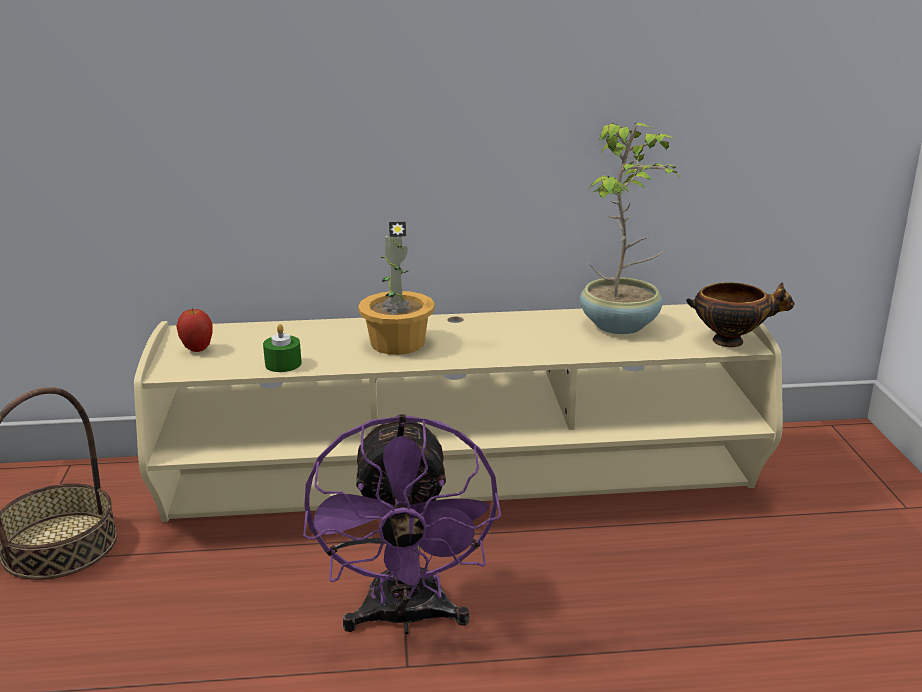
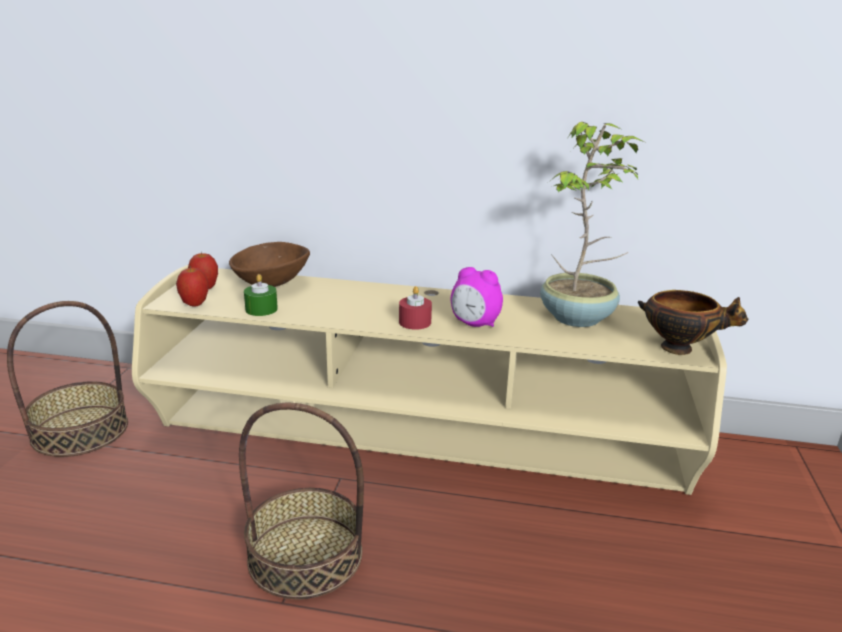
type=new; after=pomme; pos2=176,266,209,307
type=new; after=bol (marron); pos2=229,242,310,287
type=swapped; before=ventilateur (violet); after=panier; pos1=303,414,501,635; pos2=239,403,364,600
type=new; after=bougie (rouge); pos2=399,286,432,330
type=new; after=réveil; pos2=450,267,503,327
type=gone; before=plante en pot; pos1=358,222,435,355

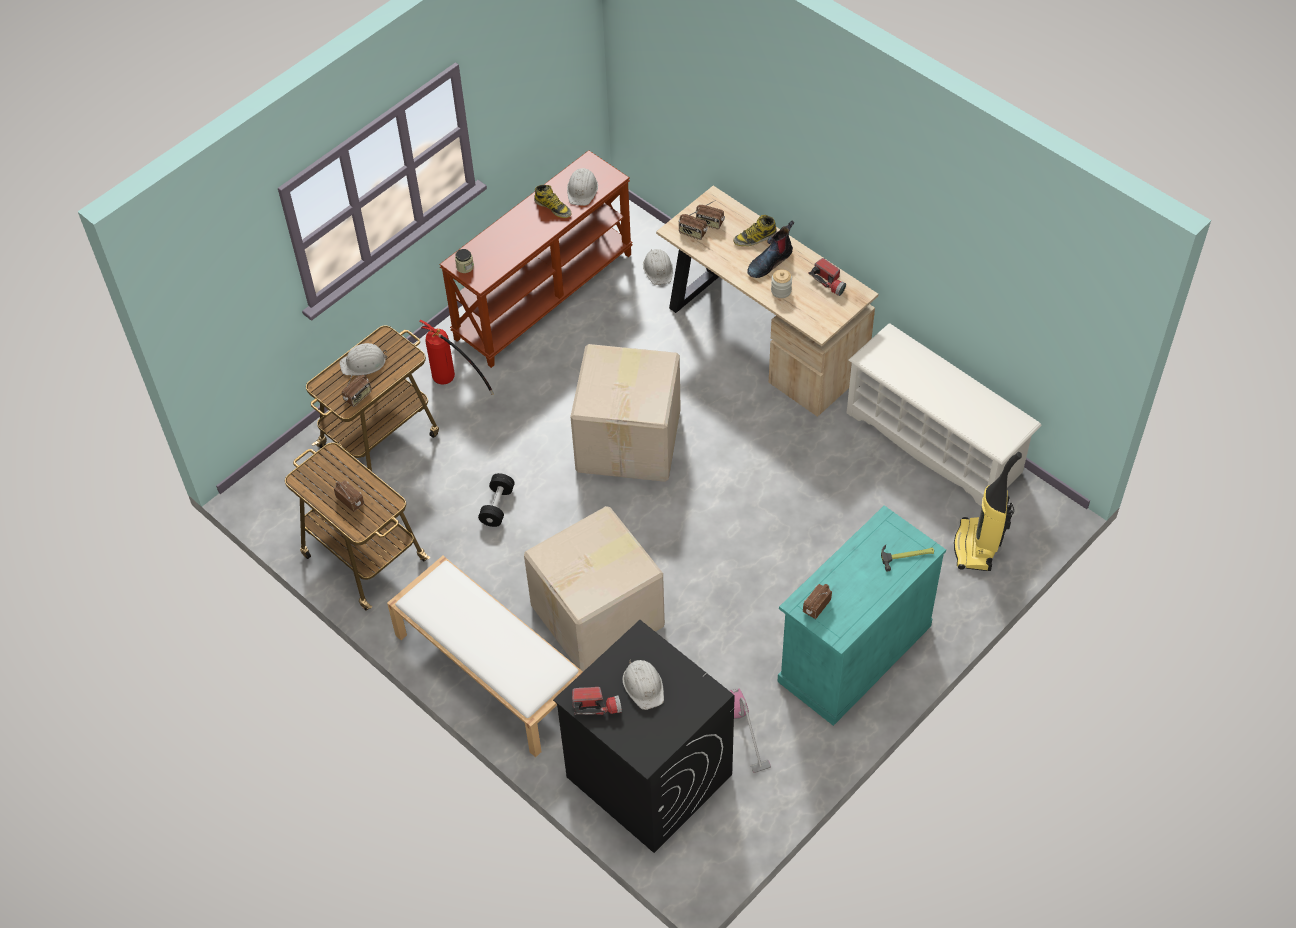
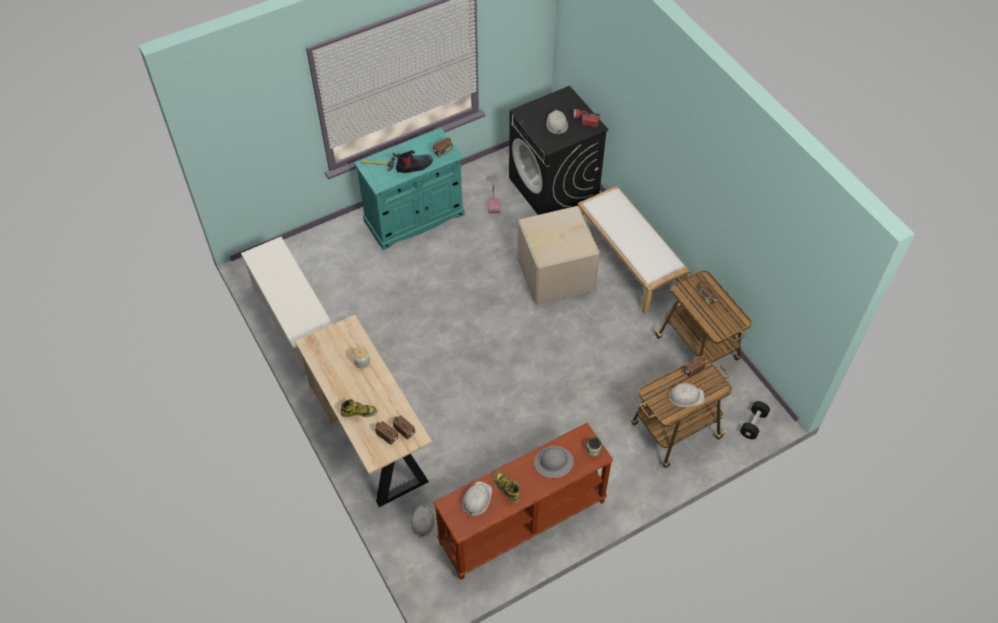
type=shifted; before=botte; pos1=747,220,794,278; pos2=393,150,433,173
type=new; after=casque de chantier (gris); pos2=534,446,574,478
type=shifted; before=haltère (noir); pos1=478,473,515,527; pos2=740,401,770,439
type=gone; before=extincteur; pos1=419,320,494,395
type=gone; before=carton; pos1=570,344,681,482
type=gone; before=lampe de poche; pos1=809,258,846,296
type=gone; before=aspirateur; pos1=954,452,1022,571

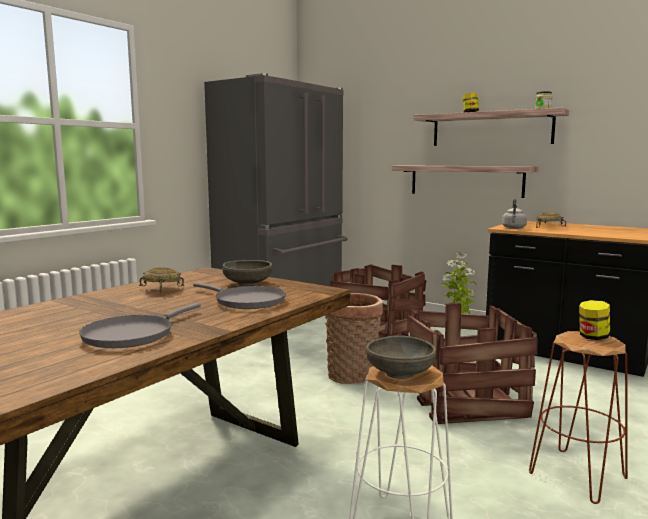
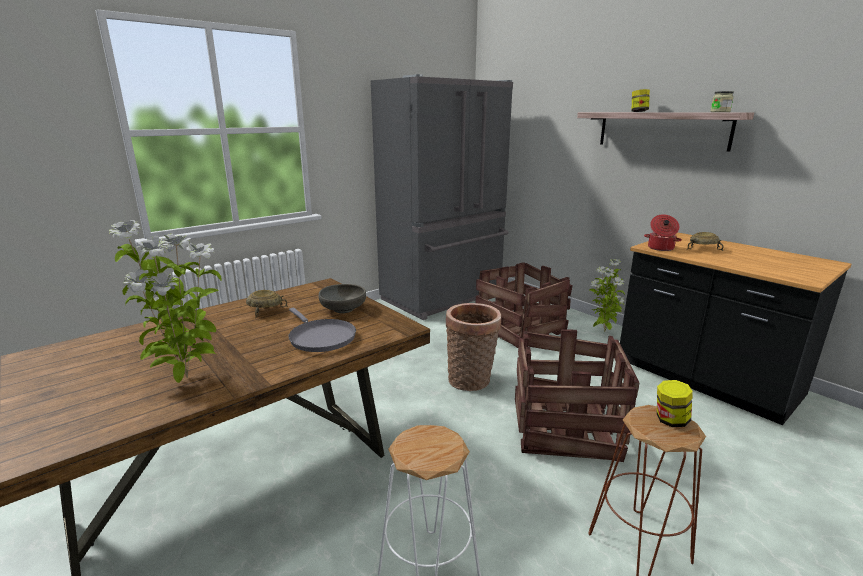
type=swapped; before=poêle (gris); after=plante en pot; pos1=79,303,201,348; pos2=109,220,222,383
type=swapped; before=bouilloire (gris); after=marmite; pos1=502,199,527,229; pos2=644,214,682,251
type=gone; before=bol (gris); pos1=366,336,436,379
type=gone; before=étagère; pos1=392,165,539,198

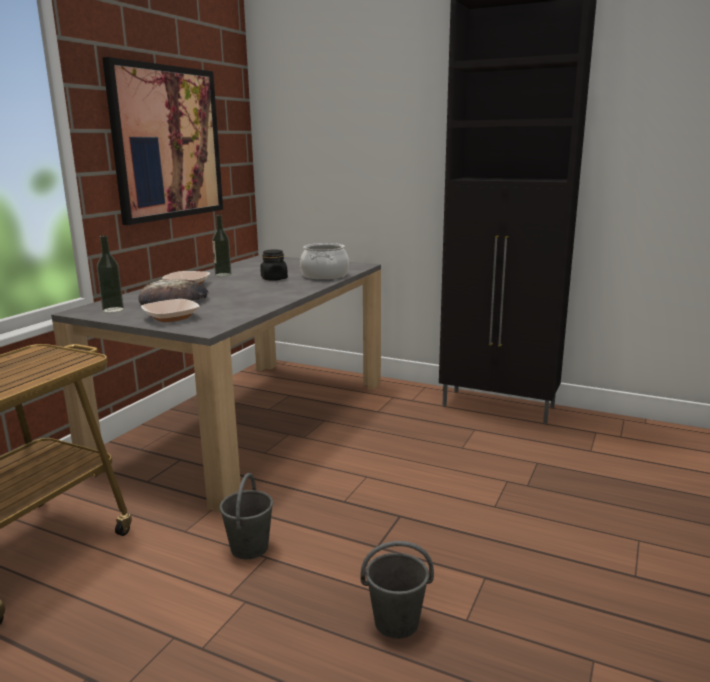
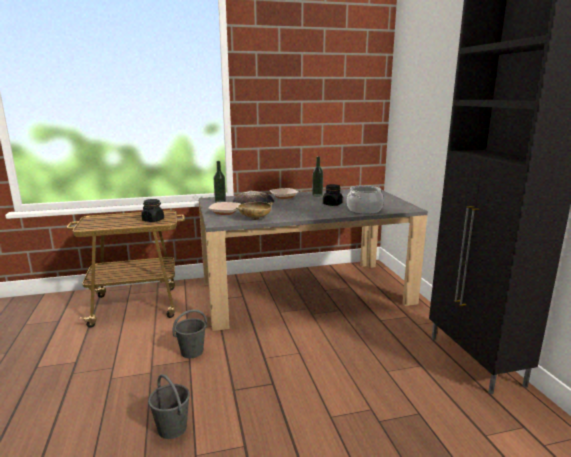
type=new; after=bocal (noir); pos2=141,199,164,222
type=new; after=bol (beige); pos2=236,202,273,220
type=gone; before=tableau; pos1=102,57,223,225

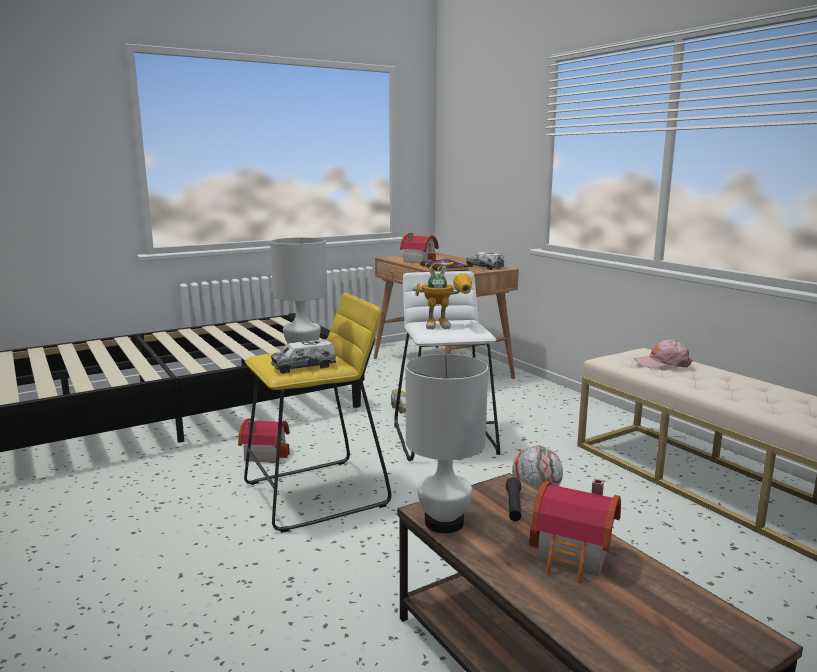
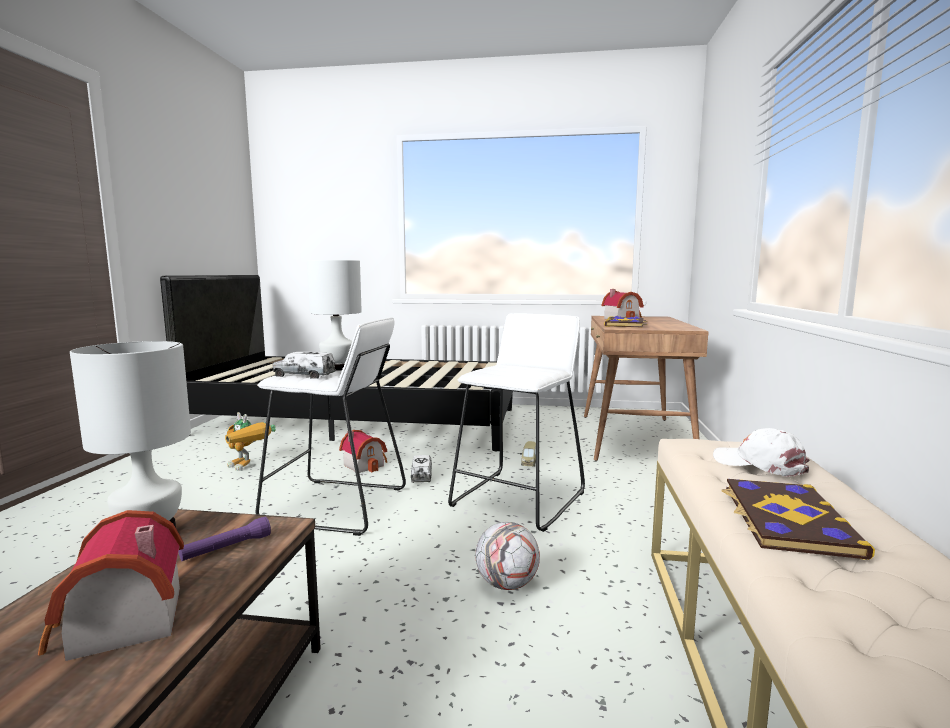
type=repainted; before=lampe de poche (noir); after=lampe de poche (violet); pos1=506,477,521,521; pos2=179,517,271,561
type=shifted; before=robot jouet; pos1=413,267,472,329; pos2=225,412,276,471
type=repainted; before=tabouret (jaune); after=tabouret (blanc); pos1=244,293,391,533; pos2=255,317,406,536
type=shifted; before=camion jouet; pos1=466,252,504,270; pos2=411,455,432,483
type=repainted; before=casquette (rose); after=casquette (blanc); pos1=634,340,693,368; pos2=713,428,809,477
type=new; after=livre; pos2=721,479,875,560

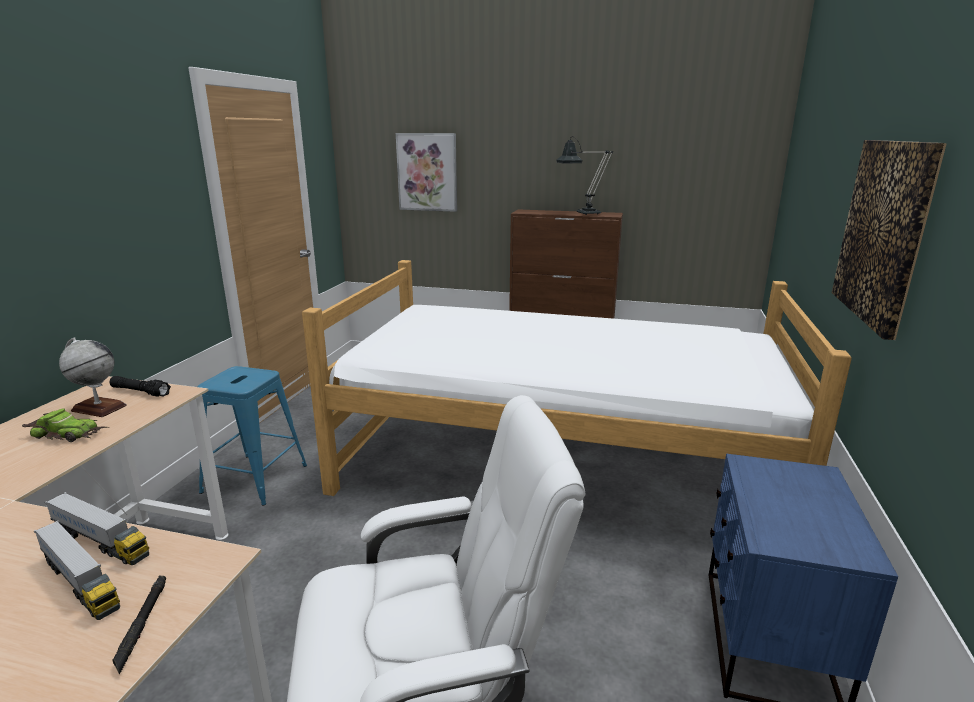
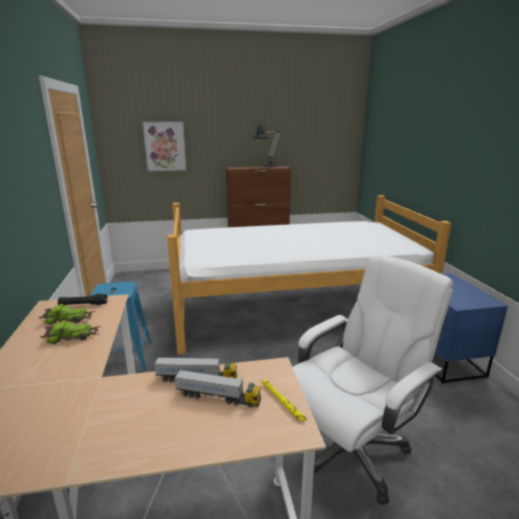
type=swapped; before=globe; after=petite voiture; pos1=59,337,127,417; pos2=39,304,96,325
type=repainted; before=lampe de poche (noir); after=lampe de poche (jaune); pos1=112,575,166,675; pos2=261,379,307,421
type=gone; before=tableau; pos1=832,140,947,340

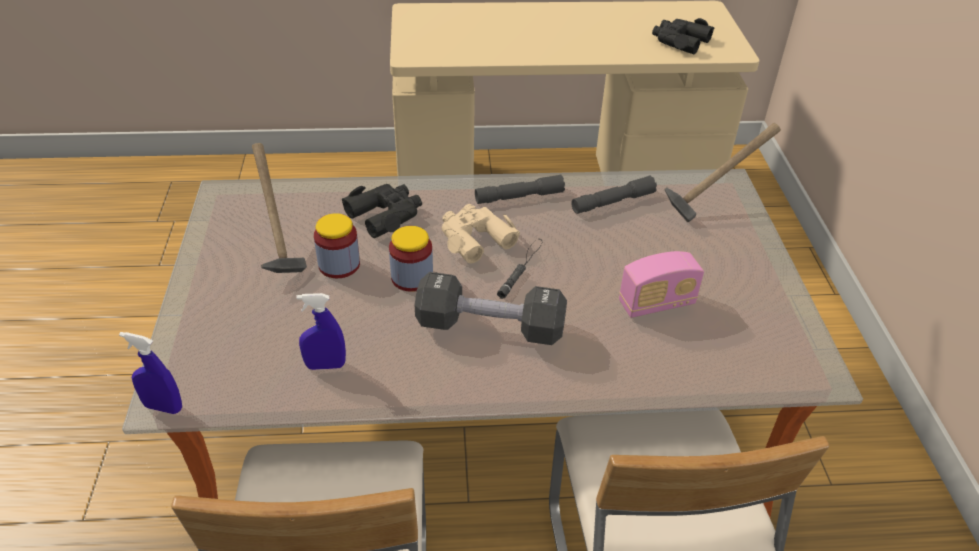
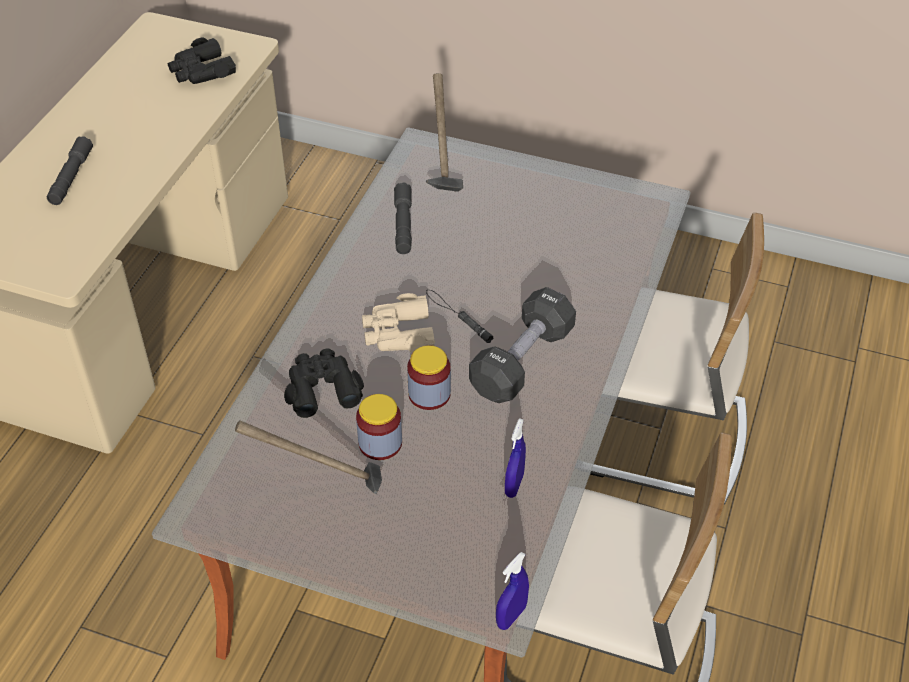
type=shifted; before=lampe de poche (gris); pos1=475,175,565,204; pos2=47,136,93,205
type=gone; before=radio; pos1=619,251,704,318

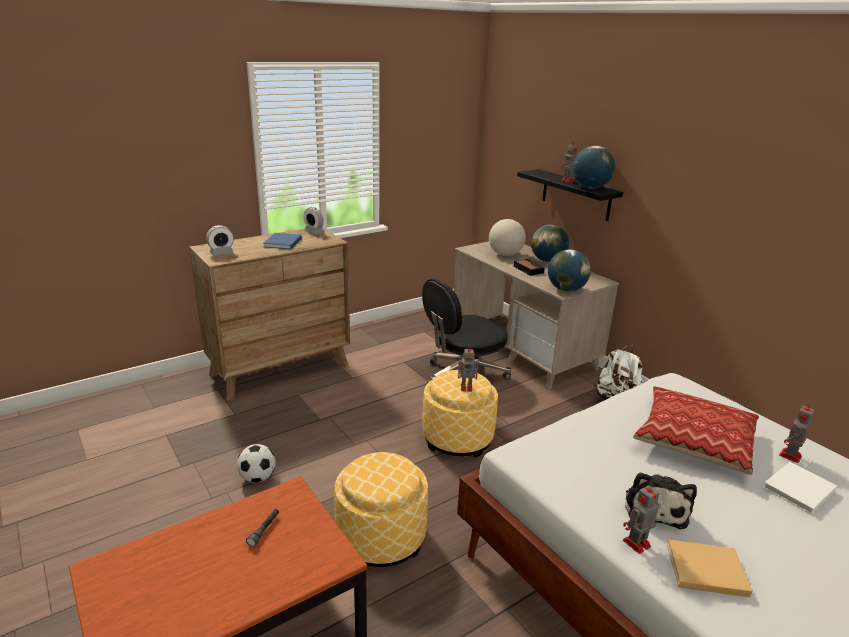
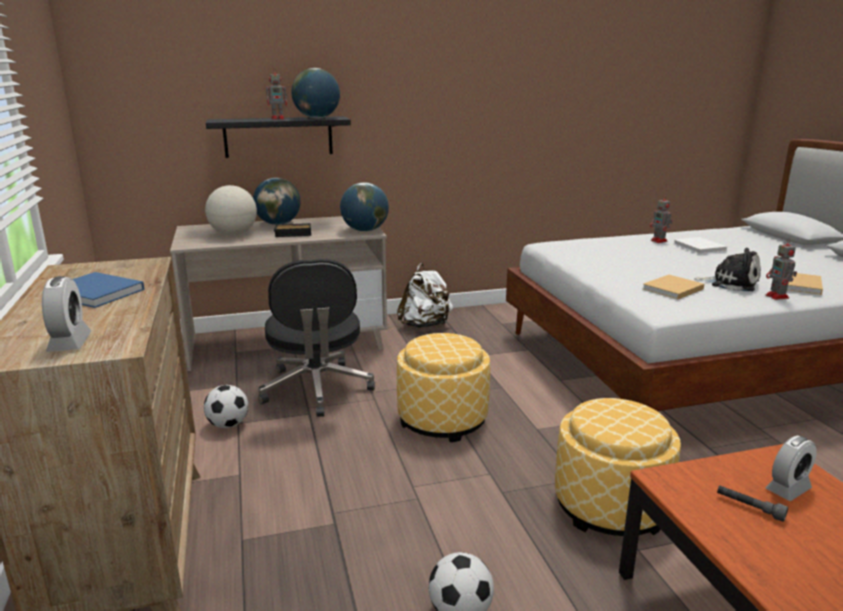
type=new; after=ballon de foot; pos2=204,385,248,428
type=new; after=livre (beige); pos2=643,275,704,299
type=shifted; before=réveil; pos1=303,207,324,234; pos2=765,436,817,501
type=gone; before=robot jouet; pos1=458,345,479,392
type=gone; before=coussin; pos1=633,386,759,475

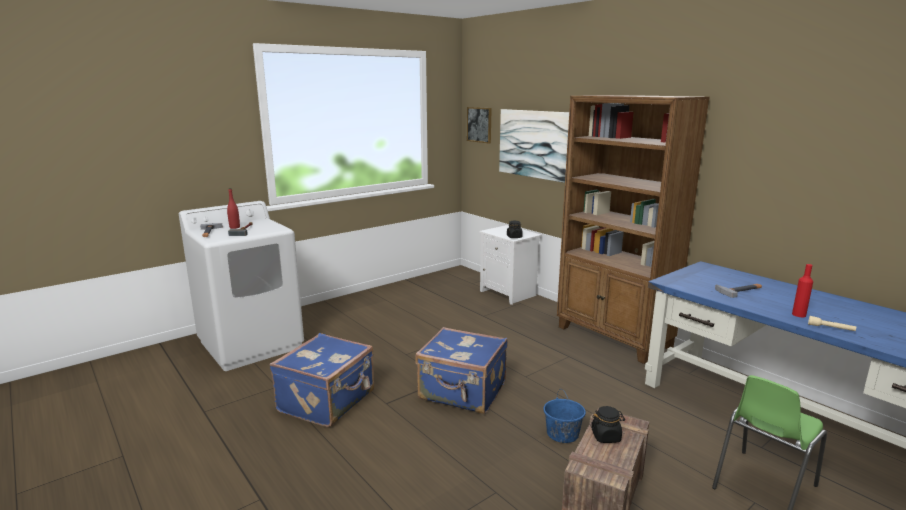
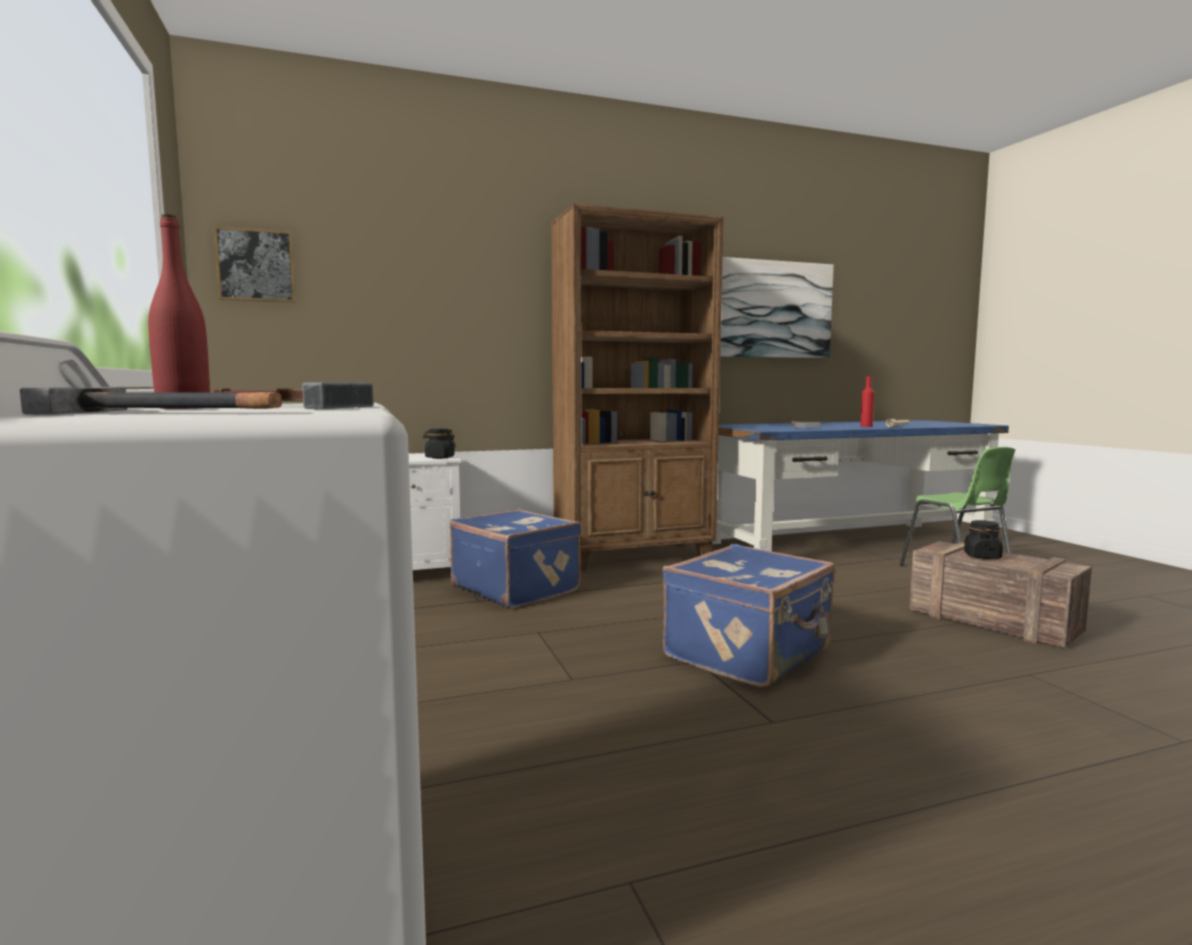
type=shifted; before=valise (bleu); pos1=270,333,374,427; pos2=450,509,582,608
type=shifted; before=tableau; pos1=499,109,569,183; pos2=720,257,834,358
type=gone; before=seau (bleu); pos1=543,389,586,443

